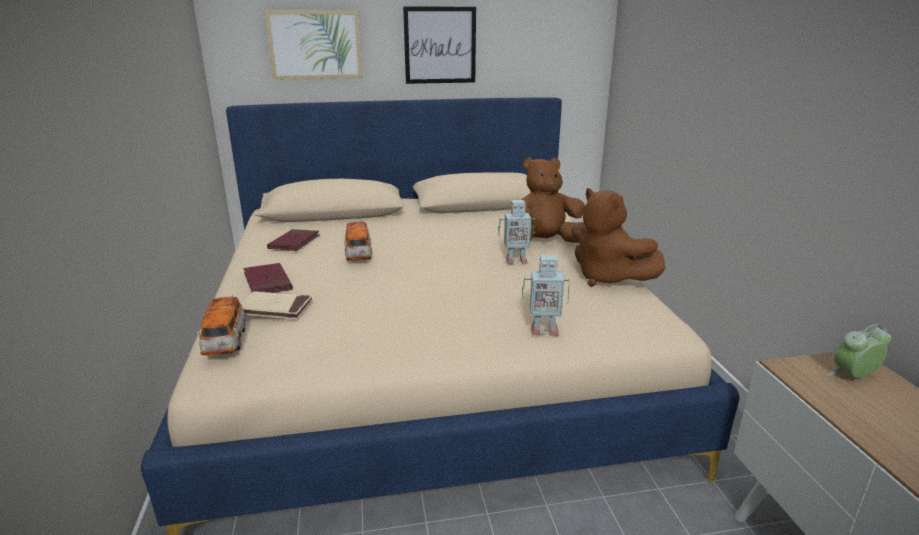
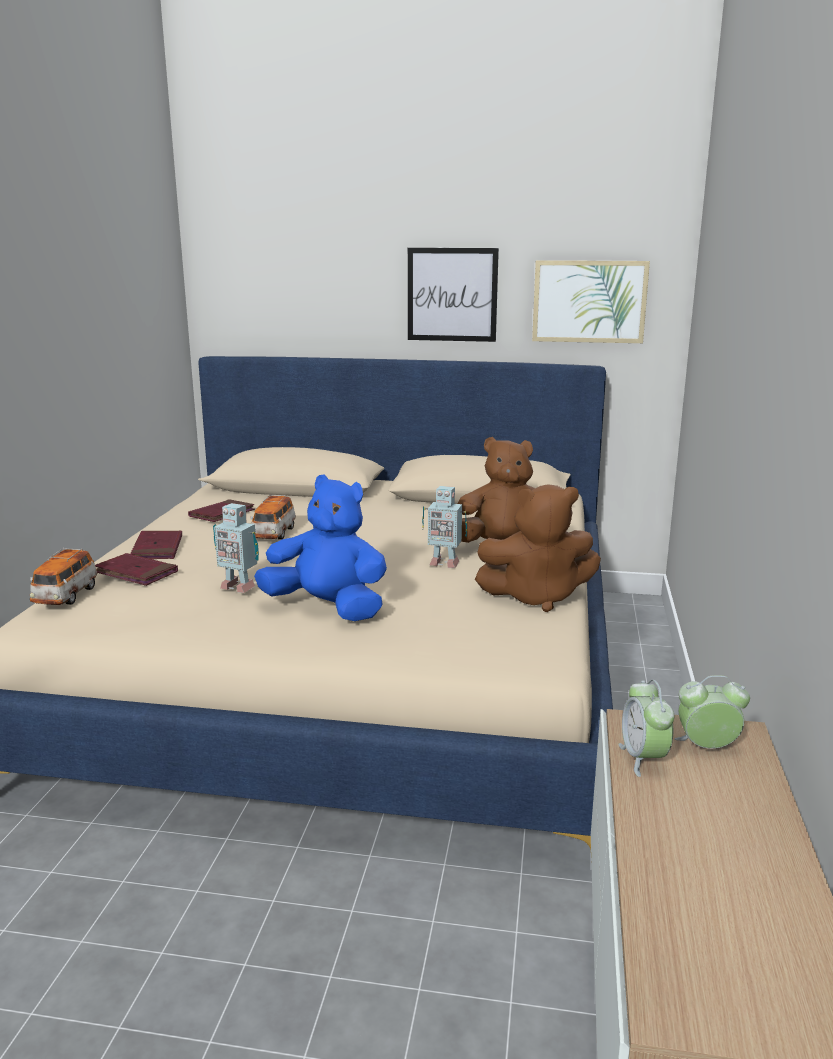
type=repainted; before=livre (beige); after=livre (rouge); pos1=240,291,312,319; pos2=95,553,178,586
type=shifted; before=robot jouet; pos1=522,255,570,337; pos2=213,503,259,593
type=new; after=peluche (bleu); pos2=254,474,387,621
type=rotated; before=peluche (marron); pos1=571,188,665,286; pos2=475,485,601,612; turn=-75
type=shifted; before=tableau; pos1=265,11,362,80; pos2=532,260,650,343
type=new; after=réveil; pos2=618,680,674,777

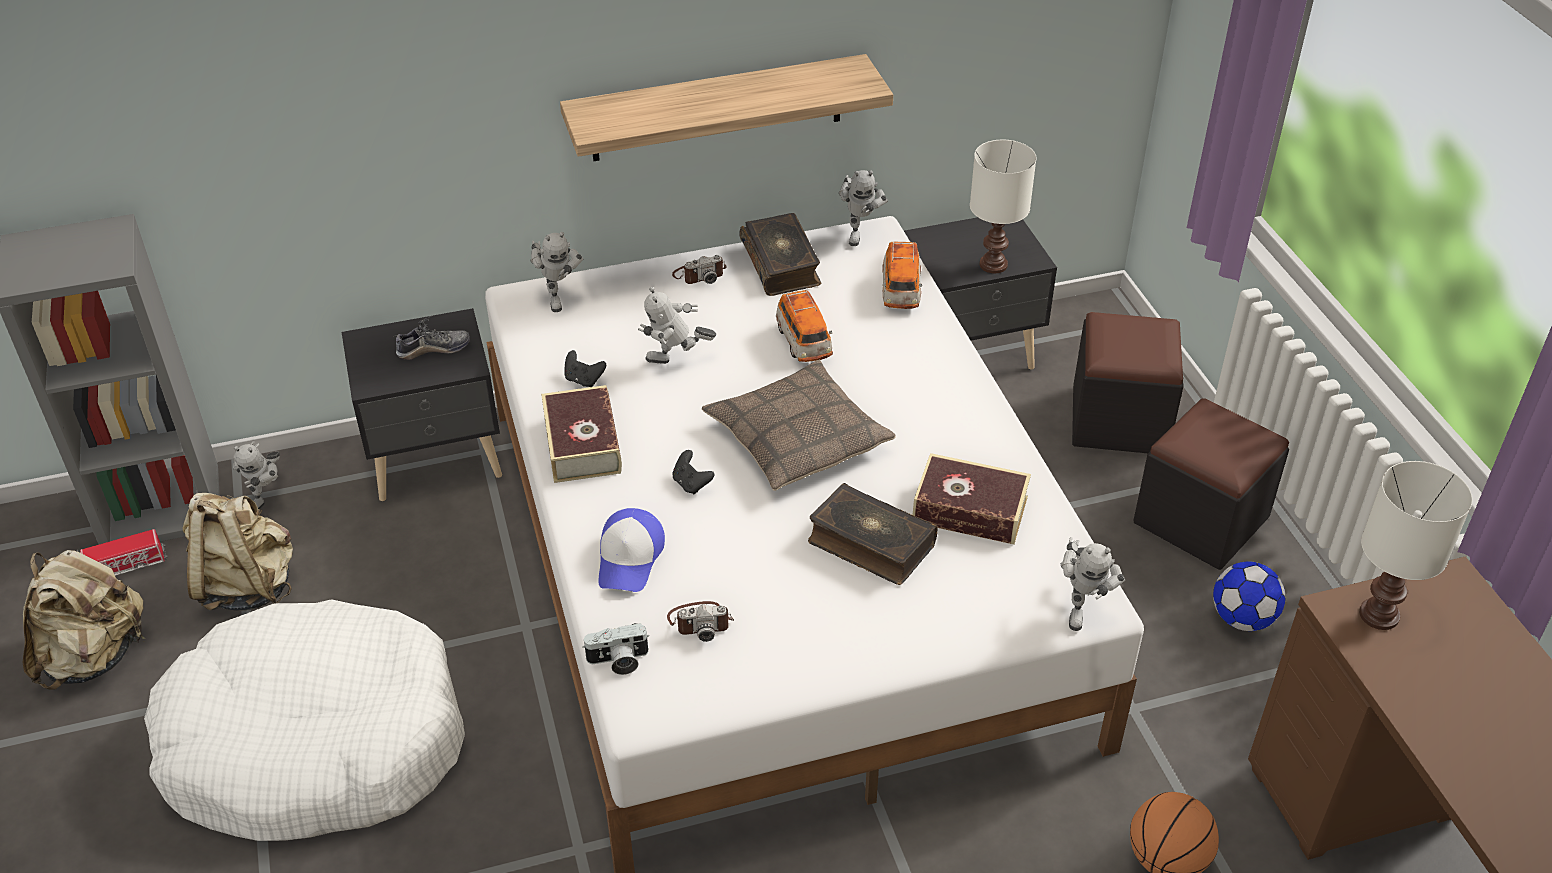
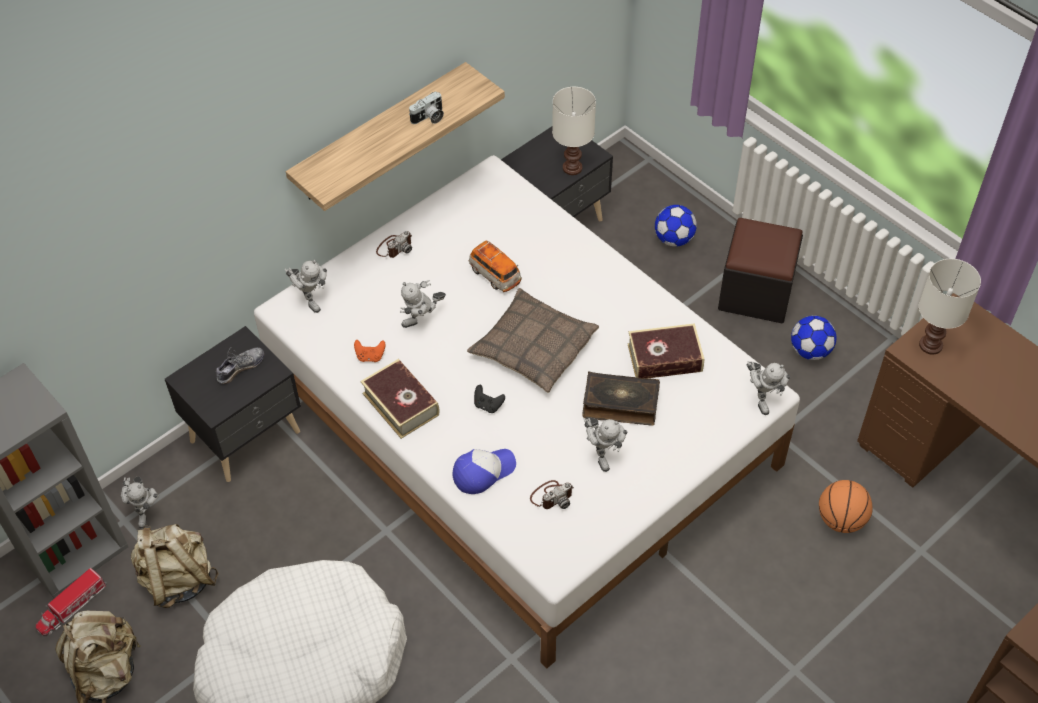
type=repainted; before=manette (noir); after=manette (orange); pos1=564,350,606,387; pos2=354,340,385,362
type=shifted; before=appareil photo; pos1=582,623,650,675; pos2=409,91,444,124
type=rotated; before=casquette; pos1=599,508,665,592; pos2=452,449,516,494; turn=-105
type=shifted; before=robot jouet; pos1=839,170,888,246; pos2=584,417,628,472
type=swapped; before=pouf (noir); after=ballon de foot; pos1=1072,312,1183,453; pos2=655,205,697,247
type=gone; before=livre; pos1=739,213,821,296
type=gone; before=petite voiture; pos1=883,241,922,309

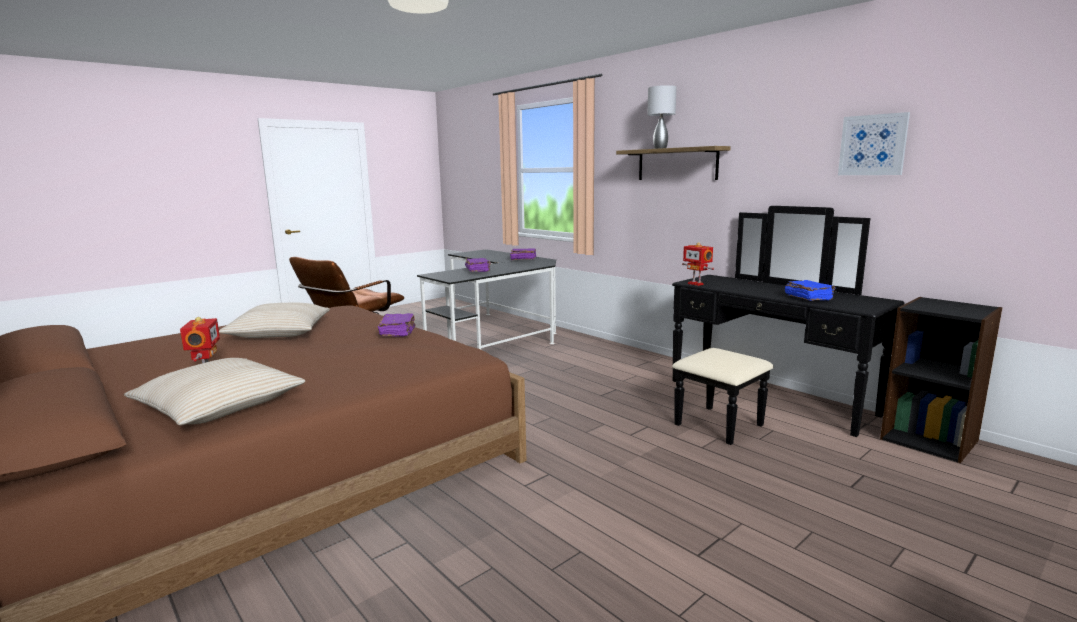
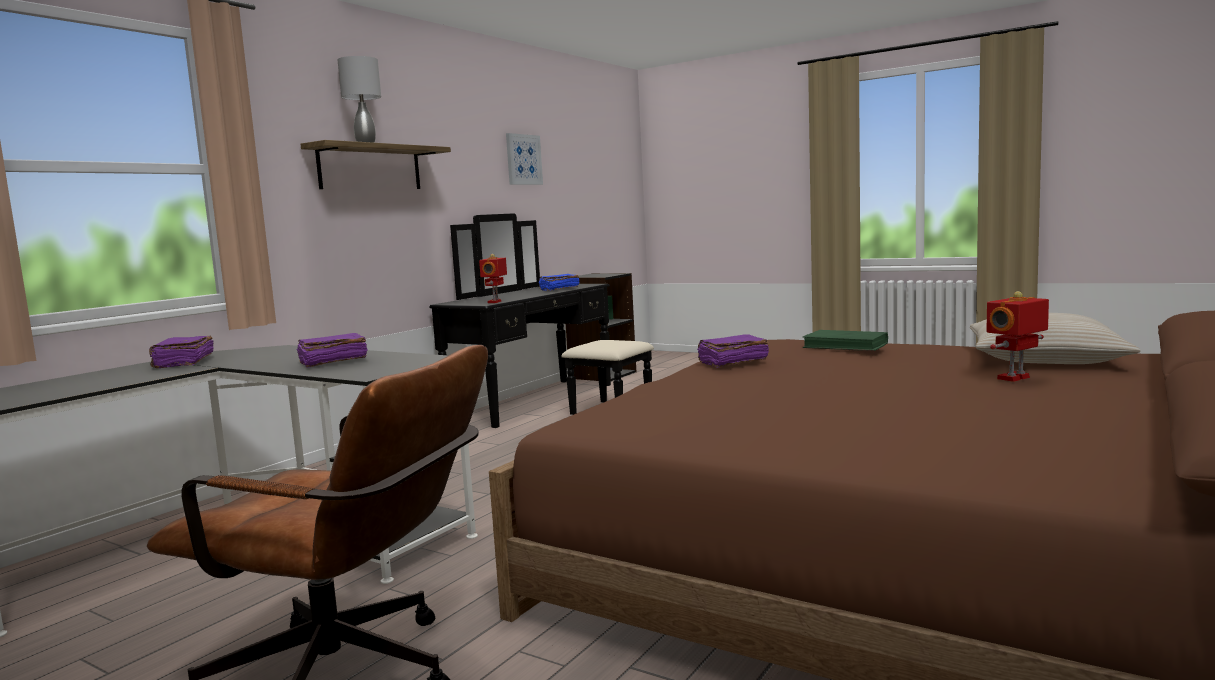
type=rotated; before=robot jouet; pos1=682,242,714,286; pos2=479,254,507,303; turn=150
type=new; after=livre (vert); pos2=803,330,888,351
type=gone; before=coussin (beige); pos1=219,303,330,338

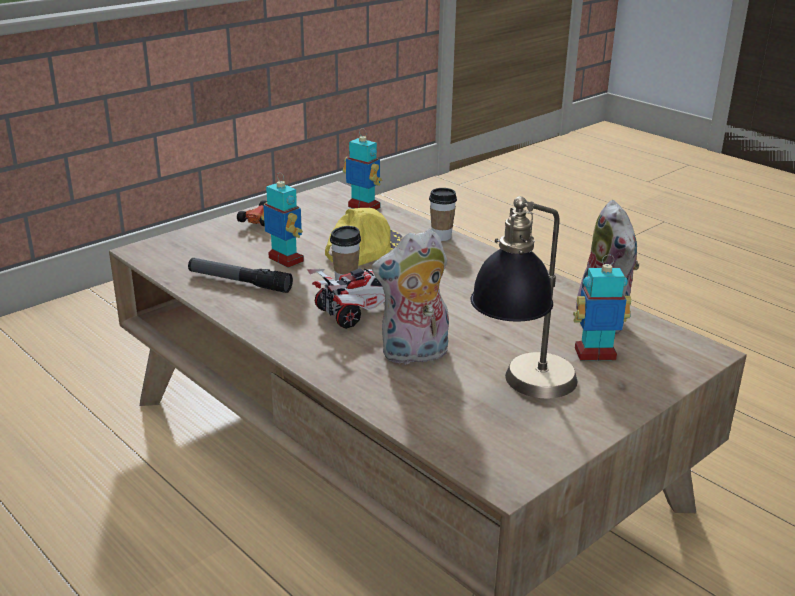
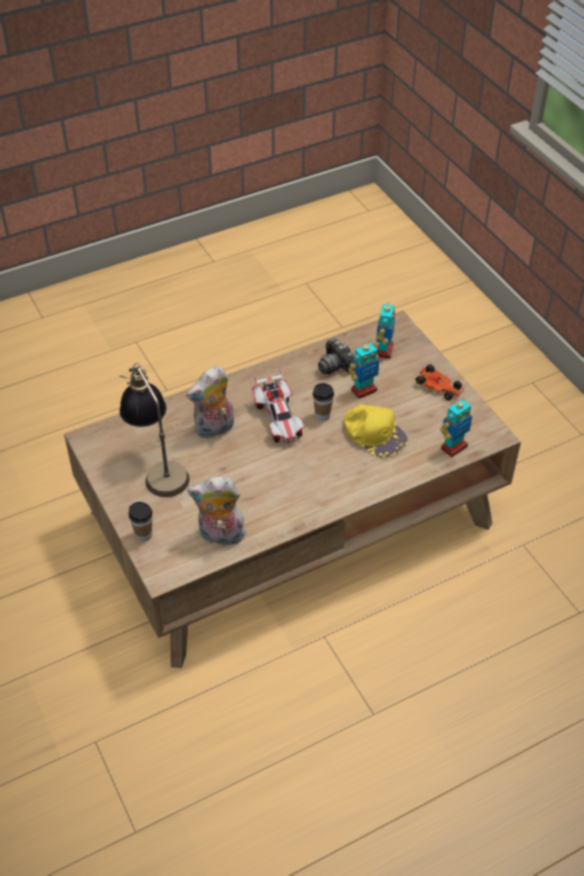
type=shifted; before=tasse; pos1=429,188,457,241; pos2=128,502,153,542
type=rotated; before=peluche; pos1=371,229,449,365; pos2=186,366,234,439; turn=-120
type=swapped; before=lampe de poche; after=appareil photo; pos1=188,258,293,293; pos2=318,338,354,374
type=shifted; before=robot jouet; pos1=573,255,631,361; pos2=376,303,395,359

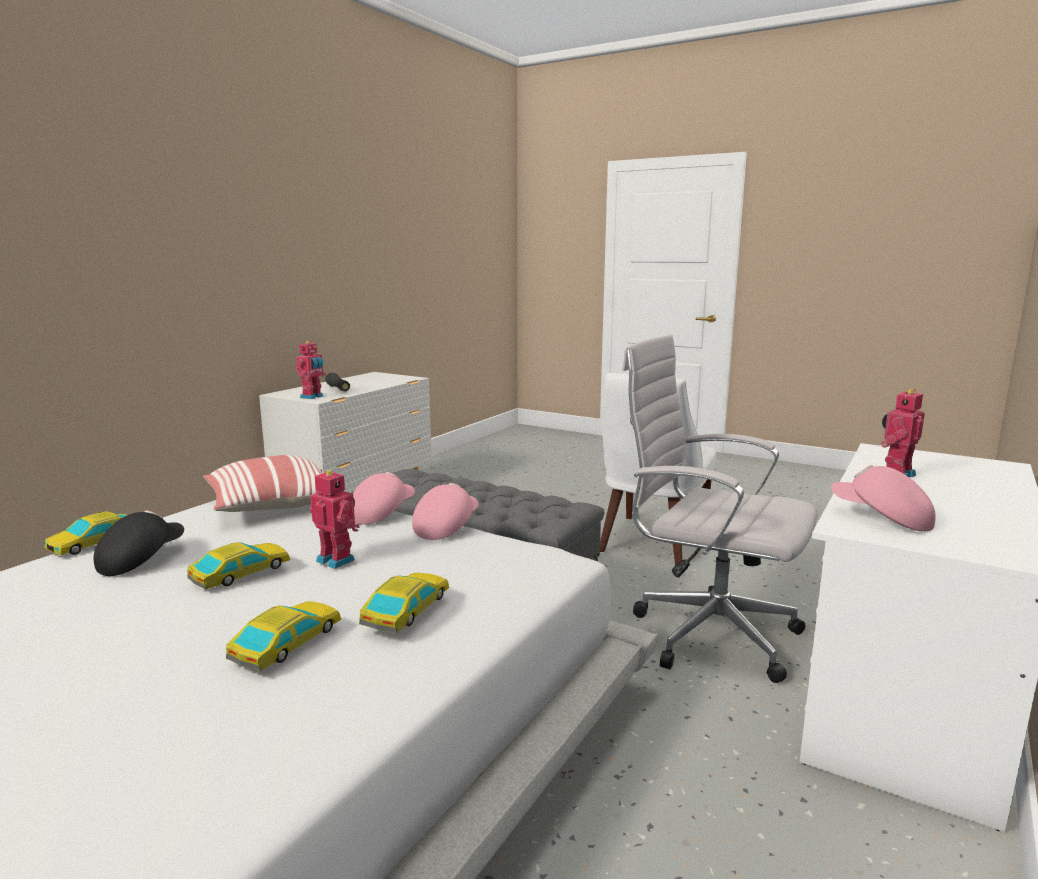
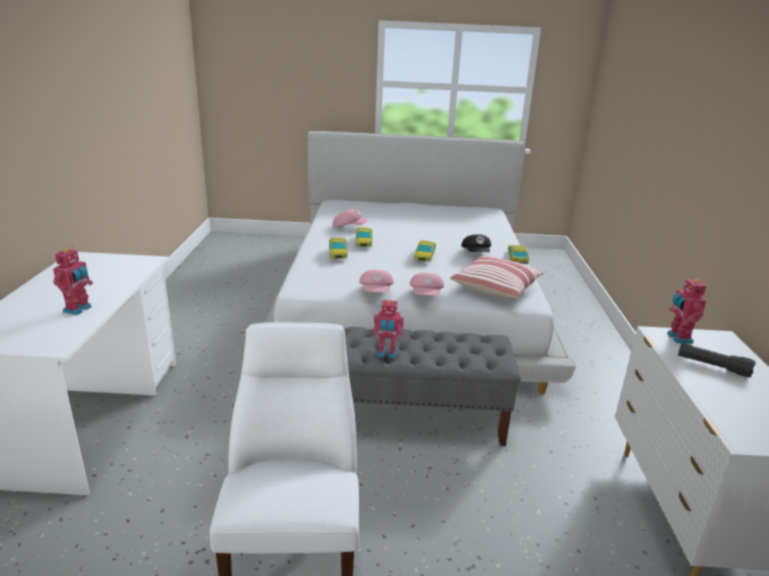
type=shifted; before=casquette (rose); pos1=831,465,936,532; pos2=333,209,368,227
type=shifted; before=robot jouet; pos1=310,470,359,569; pos2=373,300,404,358
type=gone; before=chaise de bureau (blanc); pos1=622,335,818,683

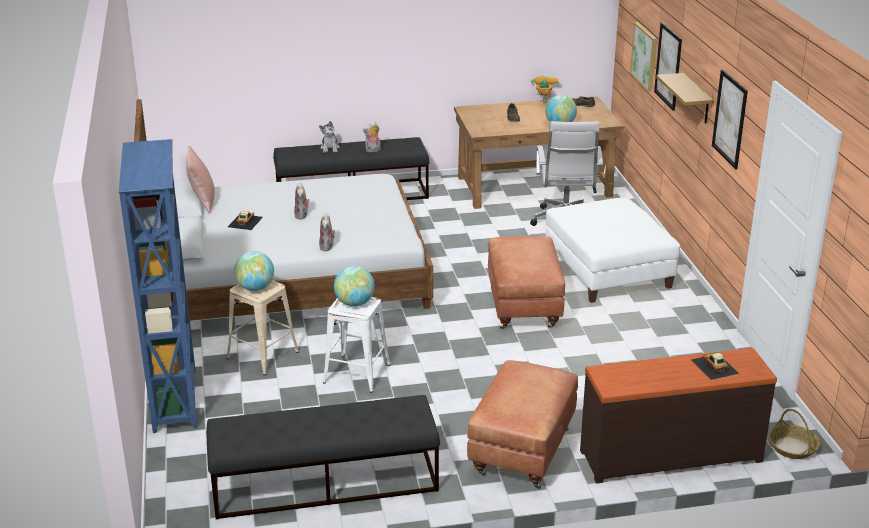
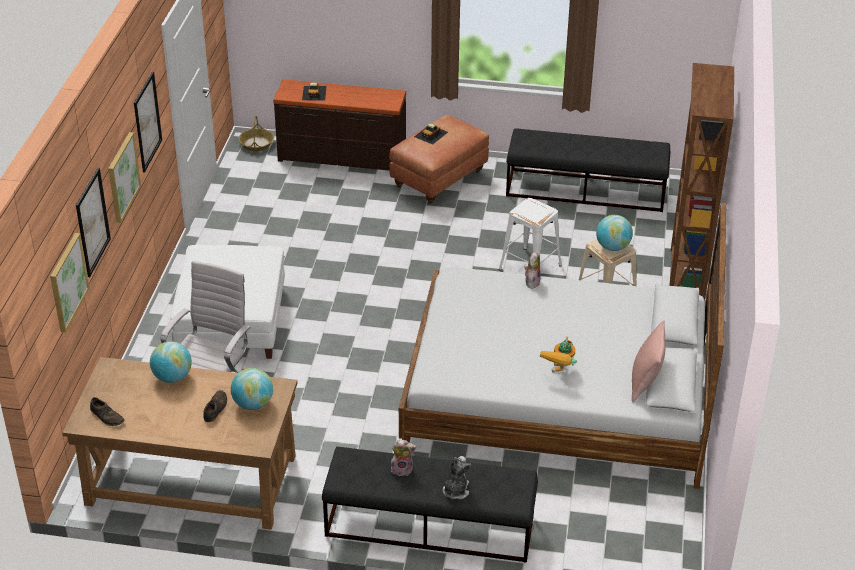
type=swapped; before=étagère; after=tableau; pos1=656,73,714,123; pos2=108,132,141,223
type=shifted; before=globe; pos1=334,266,375,307; pos2=231,368,273,410
type=shifted; before=petite voiture; pos1=228,211,263,230; pos2=414,123,448,144
type=shifted; before=robot jouet; pos1=531,76,559,105; pos2=540,336,577,373
type=repainted; before=bibliothèque (bleu); after=bibliothèque (marron); pos1=119,139,198,433; pos2=669,63,734,301
type=gone; before=peluche; pos1=294,183,310,219
type=gone; before=pouf (marron); pos1=488,236,565,330

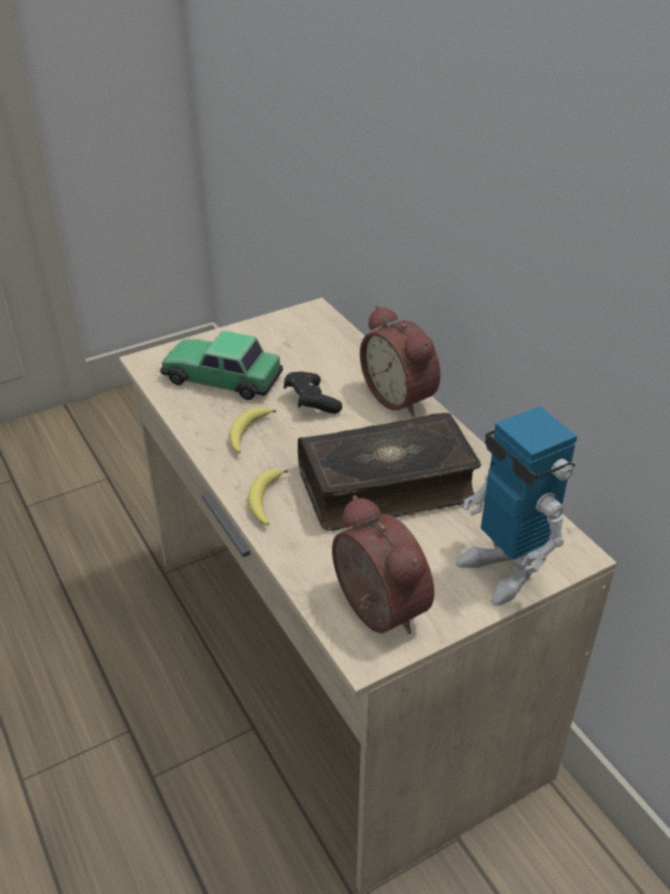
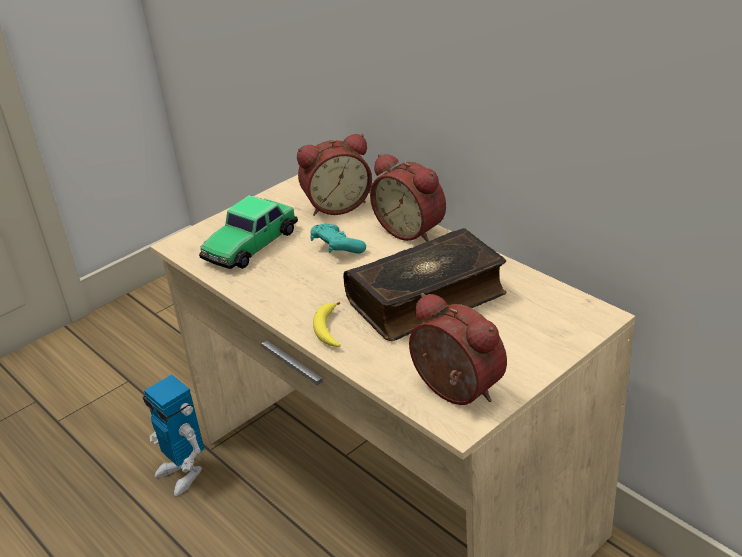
type=shifted; before=robot jouet; pos1=456,406,577,606; pos2=143,375,205,496
type=rotated; before=petite voiture; pos1=160,331,283,400; pos2=199,195,298,269; turn=-60
type=new; after=réveil; pos2=297,134,372,216
type=repainted; before=manette (noir); after=manette (turquoise); pos1=284,372,342,414; pos2=310,224,366,253
type=gone; before=banane; pos1=229,407,276,453

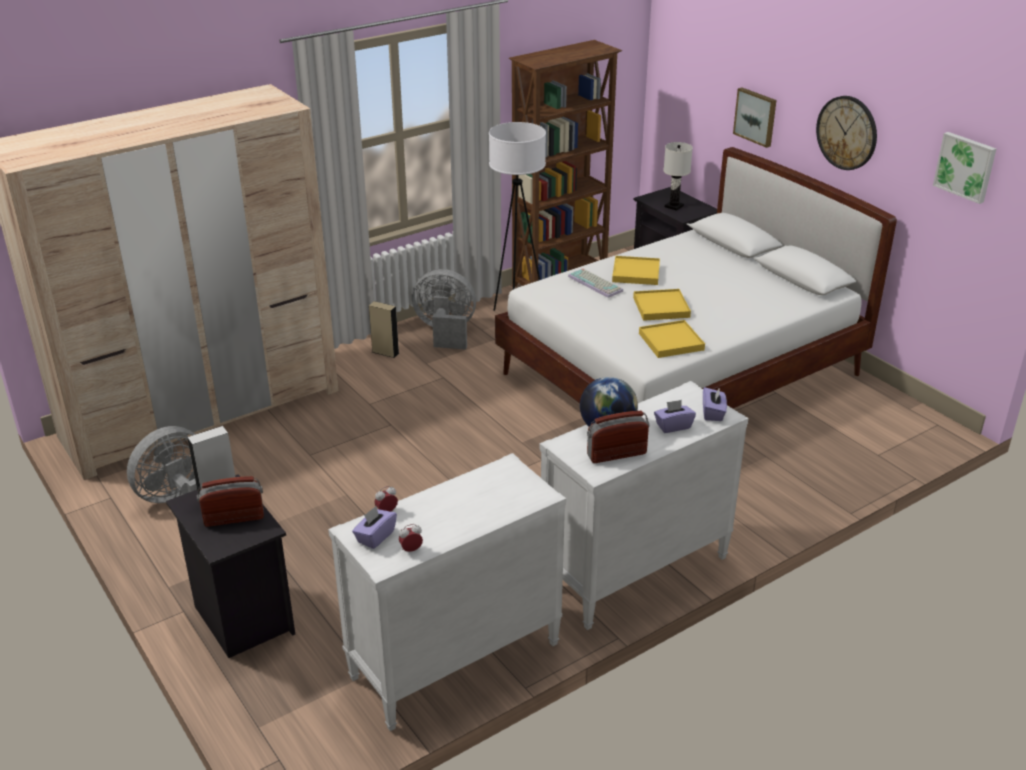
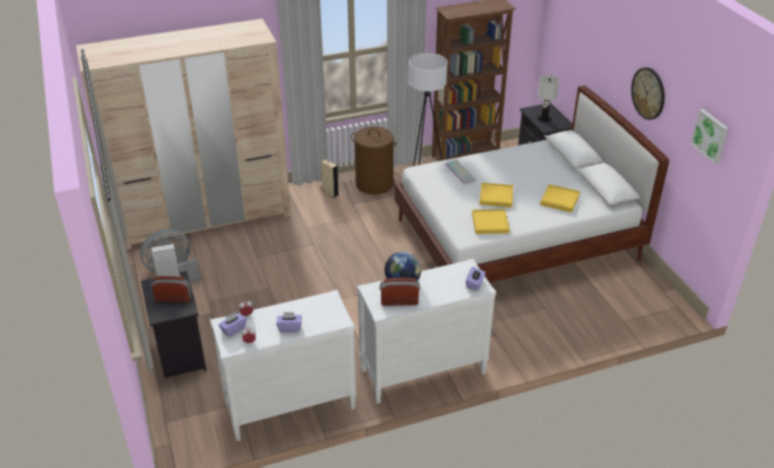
type=shifted; before=boîte à mouchoirs (violet); pos1=654,400,696,433; pos2=276,312,302,332
type=swapped; before=ventilateur (gris); after=panier à linge (marron); pos1=412,269,476,349; pos2=351,127,397,195
type=shifted; before=plateau (jaune); pos1=612,256,660,285; pos2=540,184,580,213
type=gone; before=tableau; pos1=733,87,777,148

